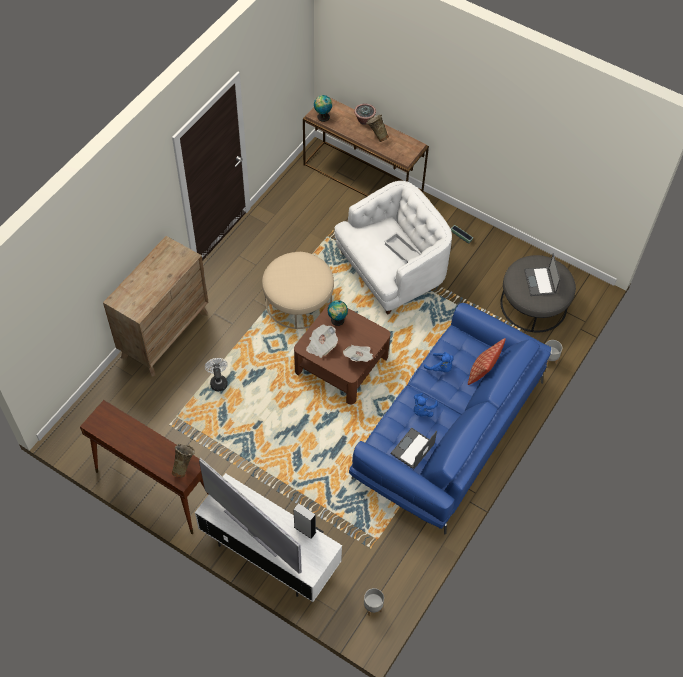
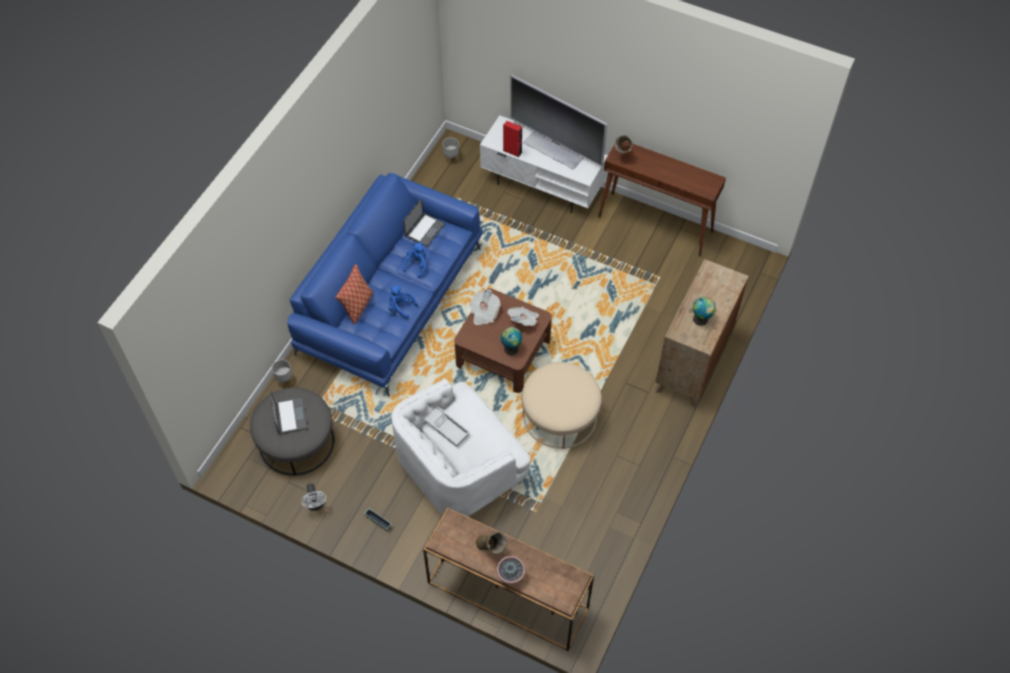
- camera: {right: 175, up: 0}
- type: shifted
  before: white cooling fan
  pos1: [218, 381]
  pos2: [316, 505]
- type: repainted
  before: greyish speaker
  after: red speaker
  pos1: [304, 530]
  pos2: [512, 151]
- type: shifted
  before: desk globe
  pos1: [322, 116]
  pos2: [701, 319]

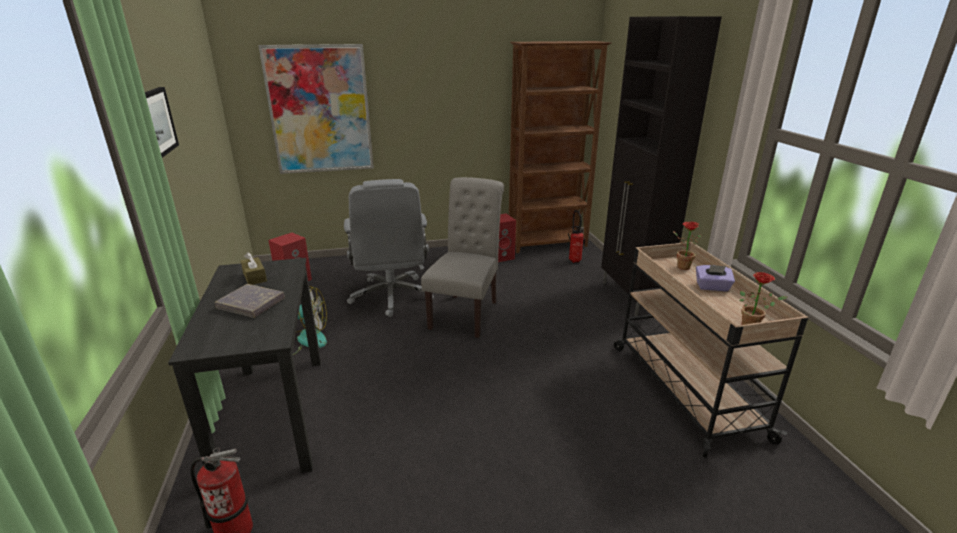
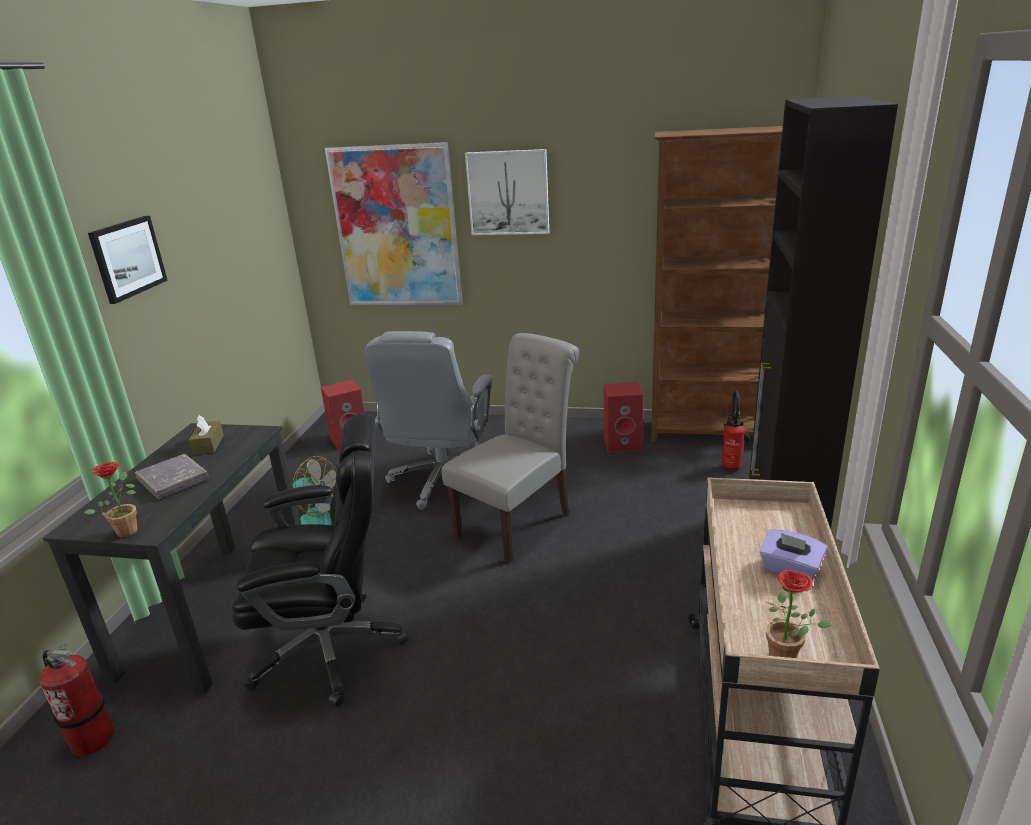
- camera: {right: 25, up: 0}
- type: shifted
  before: potted plant
  pos1: [680, 266]
  pos2: [127, 530]
- type: new
  after: black office chair
  pos2: [332, 647]
- type: new
  after: wall art
  pos2: [508, 193]

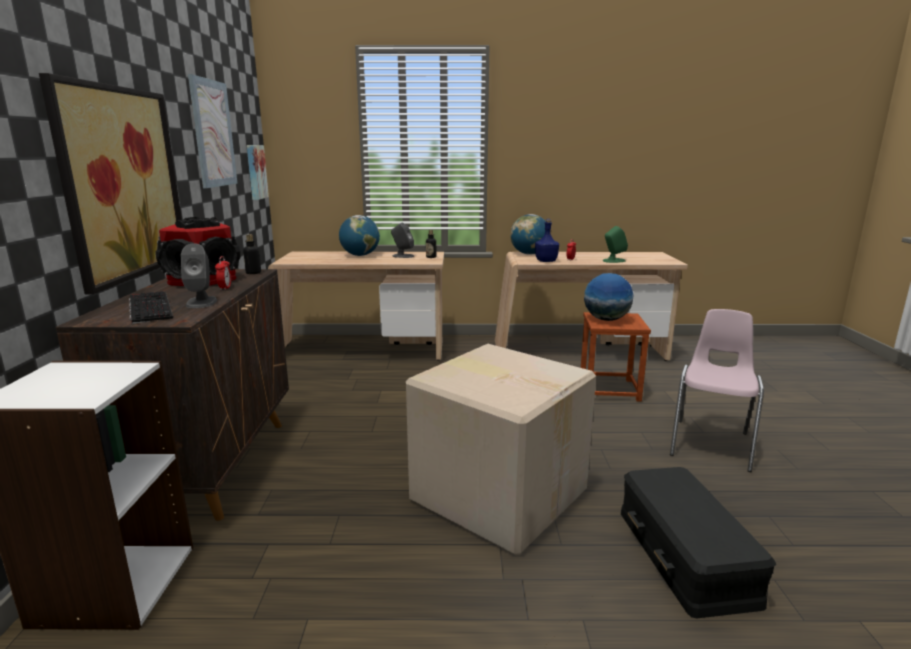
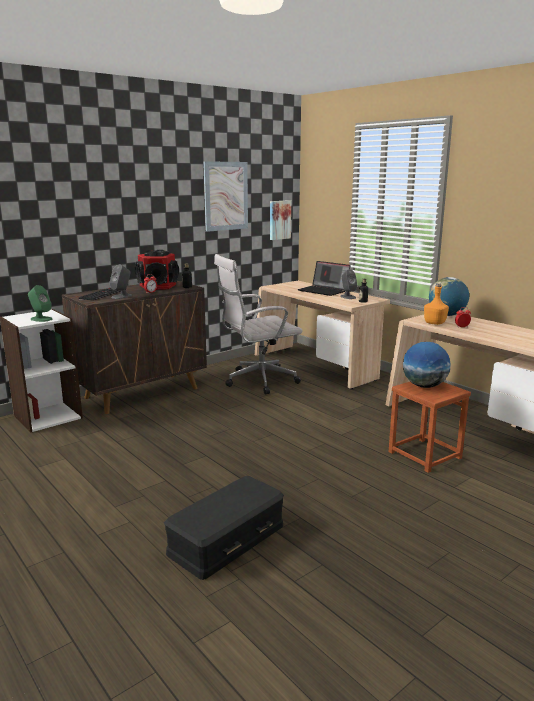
- camera: {right: 50, up: 0}
- type: gone
  before: wall art
  pos1: [122, 183]
- type: swapped
  before: desk globe
  after: portable computer
  pos1: [360, 255]
  pos2: [324, 291]
- type: gone
  before: cardboard box
  pos1: [498, 493]
- type: repainted
  before: bluish drink bottle
  after: orangey drink bottle
  pos1: [546, 261]
  pos2: [434, 323]
- type: shifted
  before: green speaker
  pos1: [613, 261]
  pos2: [41, 319]
- type: gone
  before: pink upright chair
  pos1: [711, 444]
- type: new
  after: white office chair
  pos2: [258, 381]

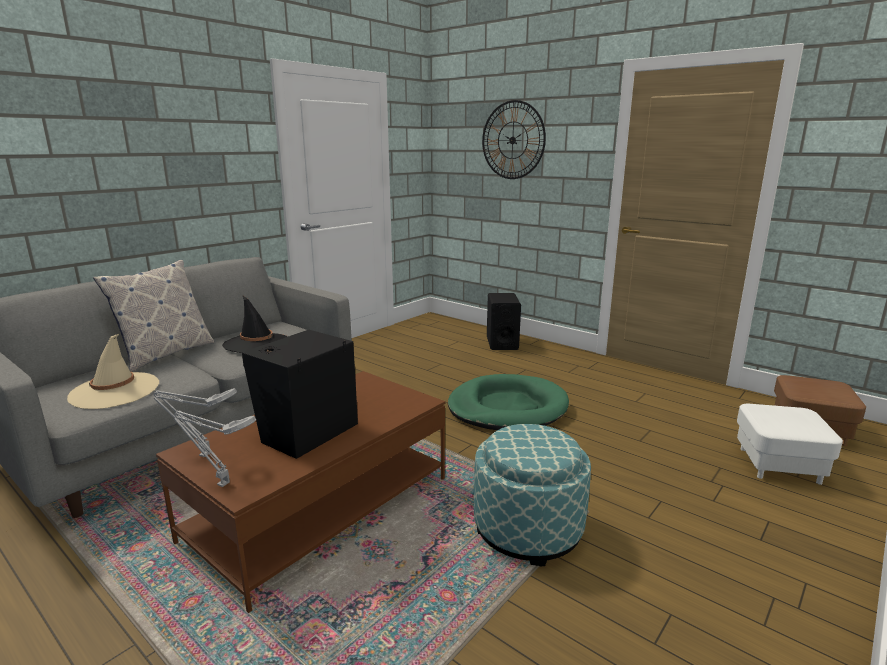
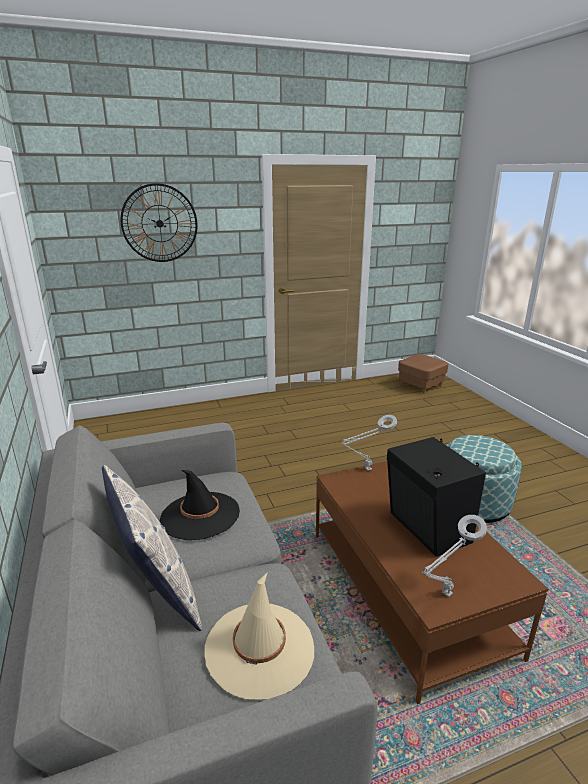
- camera: {right: -60, up: 5}
- type: shifted
  before: greyish table lamp
  pos1: [221, 483]
  pos2: [366, 470]
- type: gone
  before: green dog cushion
  pos1: [507, 408]
- type: gone
  before: black speaker
  pos1: [502, 343]
- type: gone
  before: white pouffe
  pos1: [778, 465]

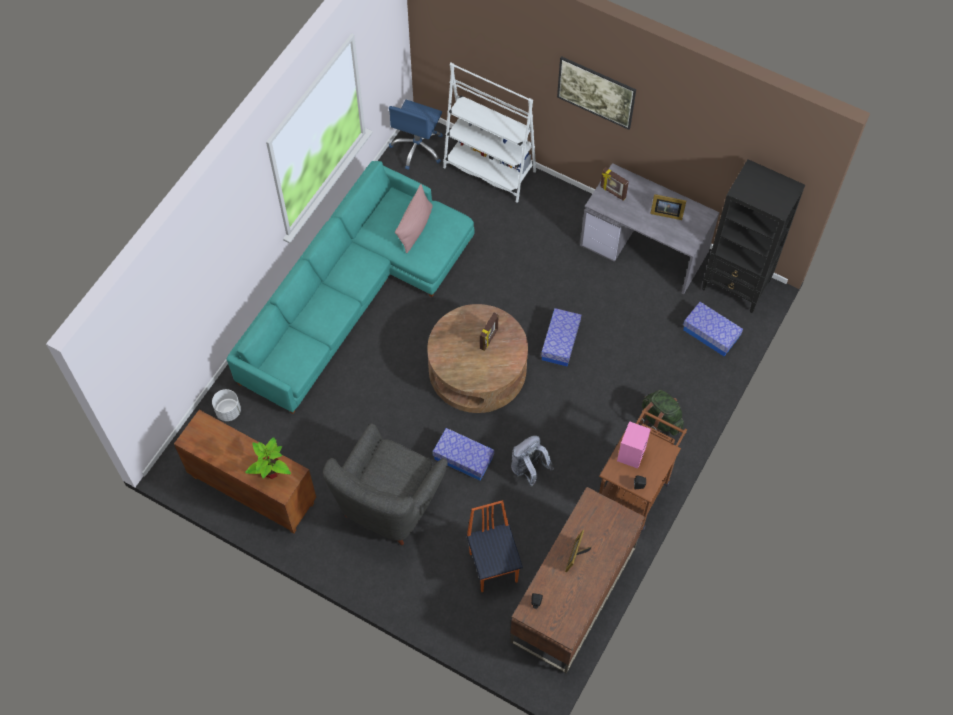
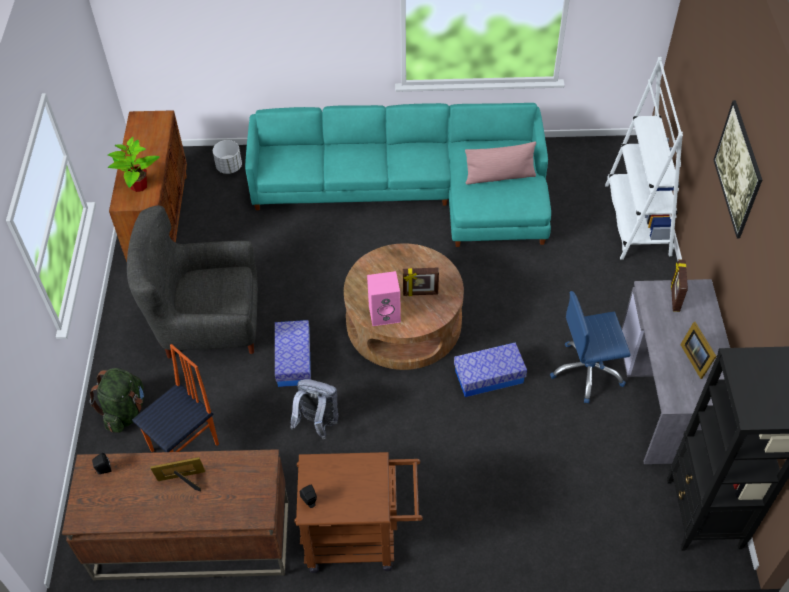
- camera: {right: 60, up: -10}
- type: shifted
  before: bluish office chair
  pos1: [418, 148]
  pos2: [587, 372]
- type: shifted
  before: pink speaker
  pos1: [631, 453]
  pos2: [385, 313]
- type: shifted
  before: green rucksack
  pos1: [659, 420]
  pos2: [125, 411]
- type: gone
  before: storage box
  pos1: [710, 334]

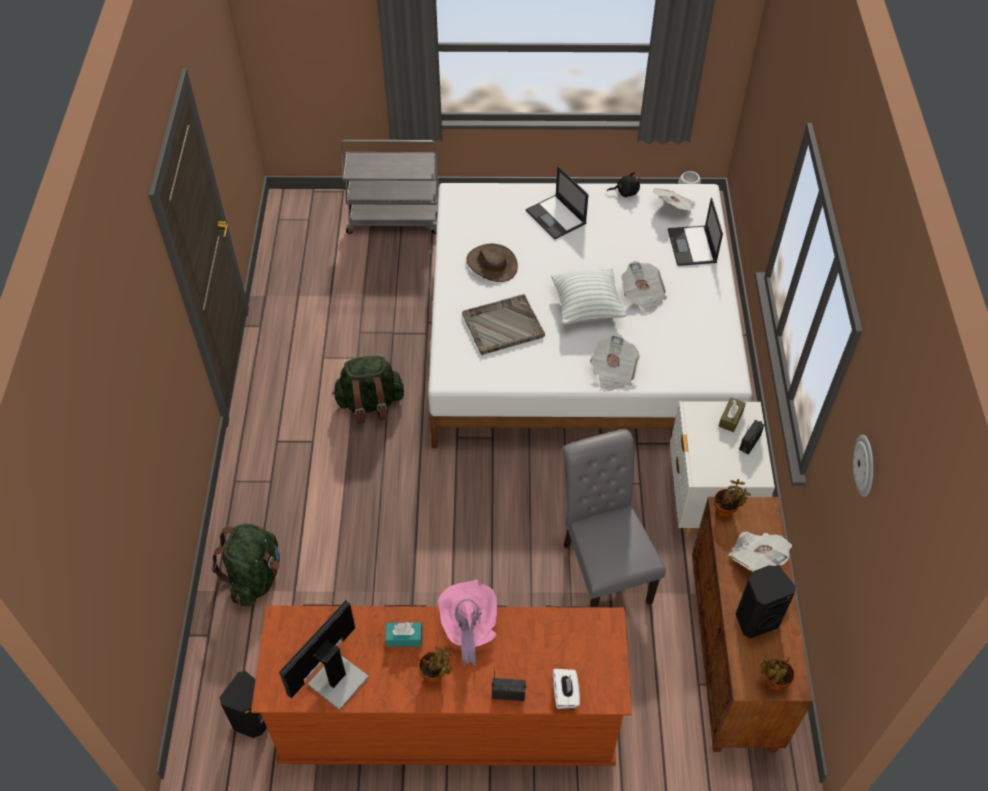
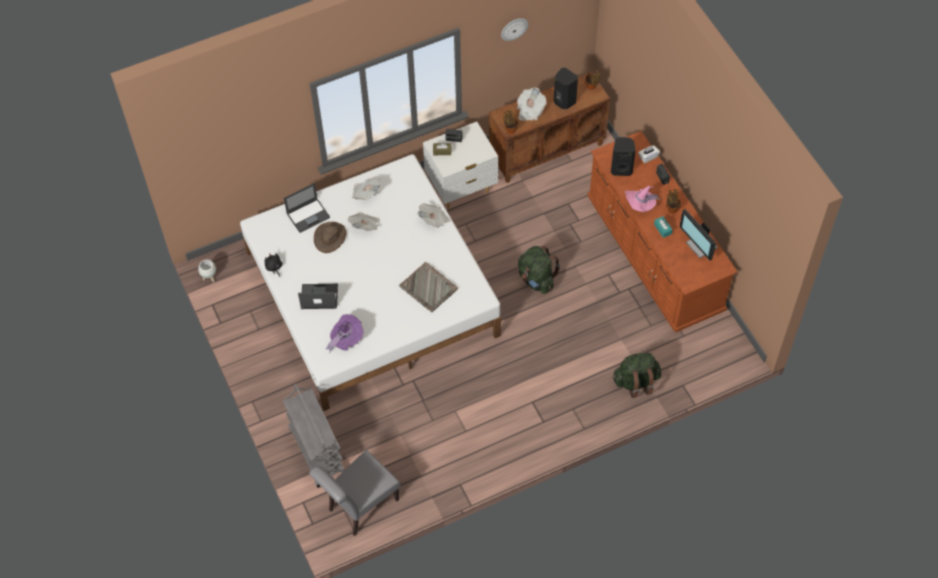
- camera: {right: -115, up: 5}
- type: shifted
  before: black speaker
  pos1: [254, 720]
  pos2: [621, 168]
- type: rotated
  before: computer display
  pos1: [335, 680]
  pos2: [700, 246]
  turn: 45
- type: shifted
  before: green rucksack
  pos1: [370, 404]
  pos2: [536, 279]
- type: shifted
  before: brown hat
  pos1: [492, 264]
  pos2: [330, 237]
- type: rotated
  before: portable computer
  pos1: [556, 217]
  pos2: [318, 296]
  turn: -120
- type: gone
  before: cushion
  pos1: [586, 307]
- type: shifted
  before: greyish upright chair
  pos1: [603, 567]
  pos2: [359, 507]
- type: shifted
  before: newspaper
  pos1: [674, 208]
  pos2: [366, 193]
- type: new
  after: purple-coloured hat
  pos2: [346, 339]

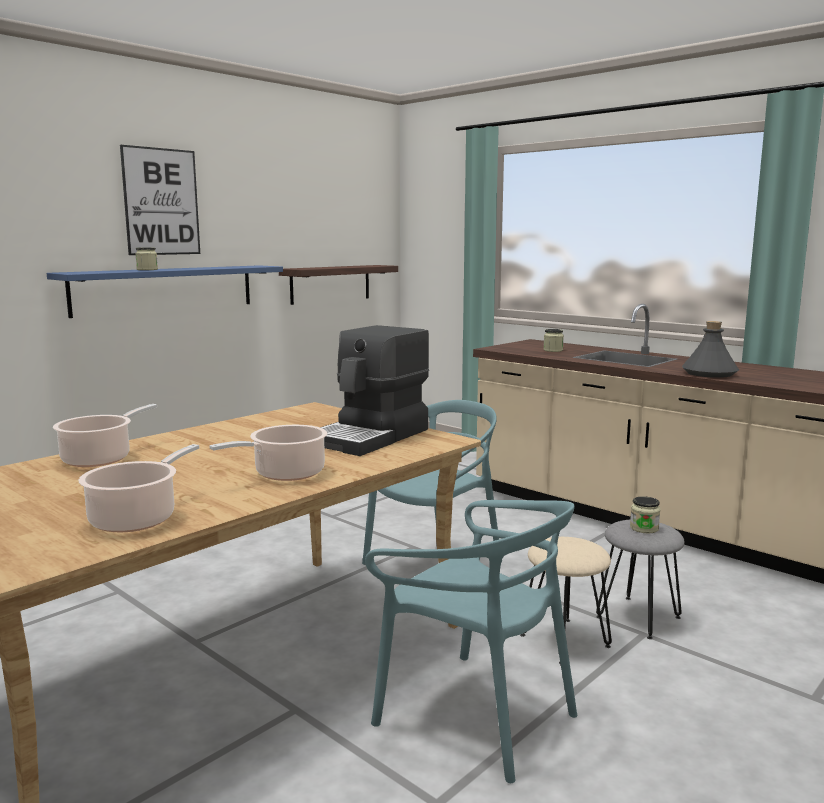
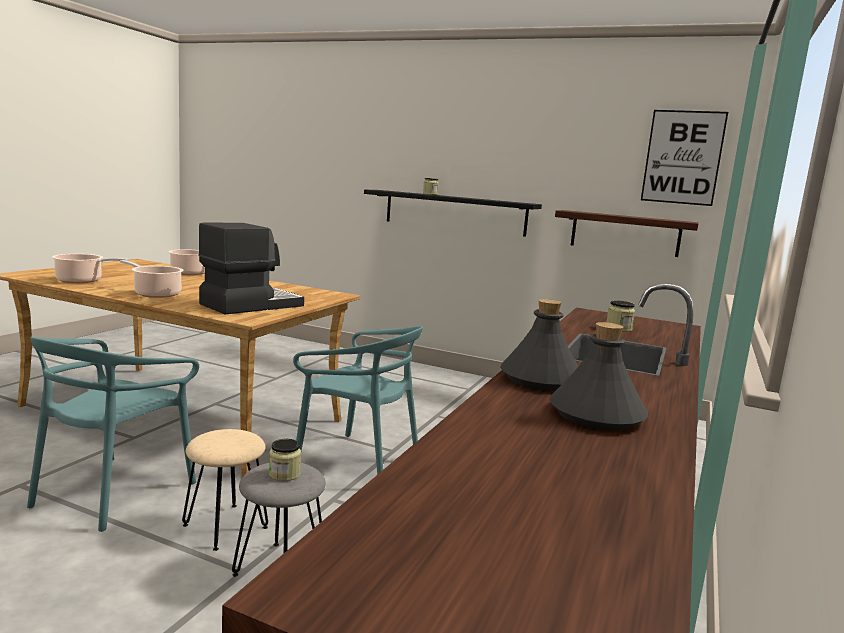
- camera: {right: 70, up: 0}
- type: repainted
  before: bluish wall shelf
  after: black wall shelf
  pos1: [165, 289]
  pos2: [454, 212]
- type: shifted
  before: wall art
  pos1: [161, 202]
  pos2: [683, 157]
- type: rotated
  before: coffee maker
  pos1: [371, 437]
  pos2: [250, 305]
  turn: 120
- type: new
  after: greyish drink bottle
  pos2: [597, 415]

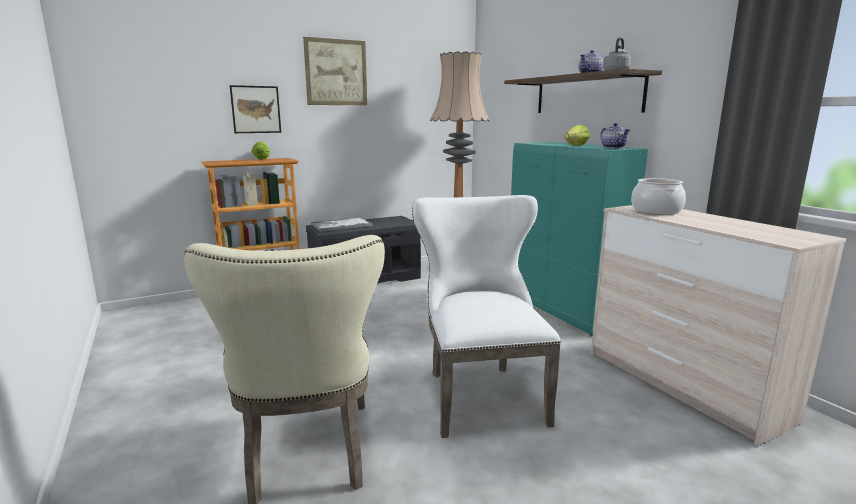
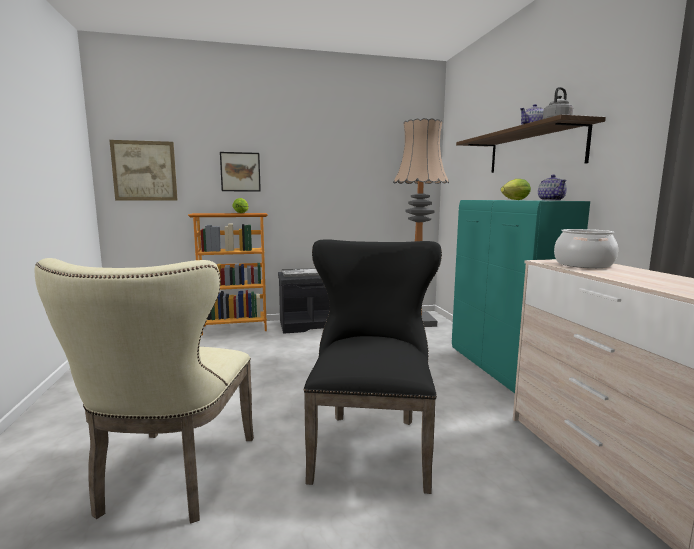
- camera: {right: 15, up: -5}
- type: shifted
  before: wall art
  pos1: [336, 72]
  pos2: [144, 171]
- type: repainted
  before: white upright chair
  after: black upright chair
  pos1: [479, 393]
  pos2: [370, 443]

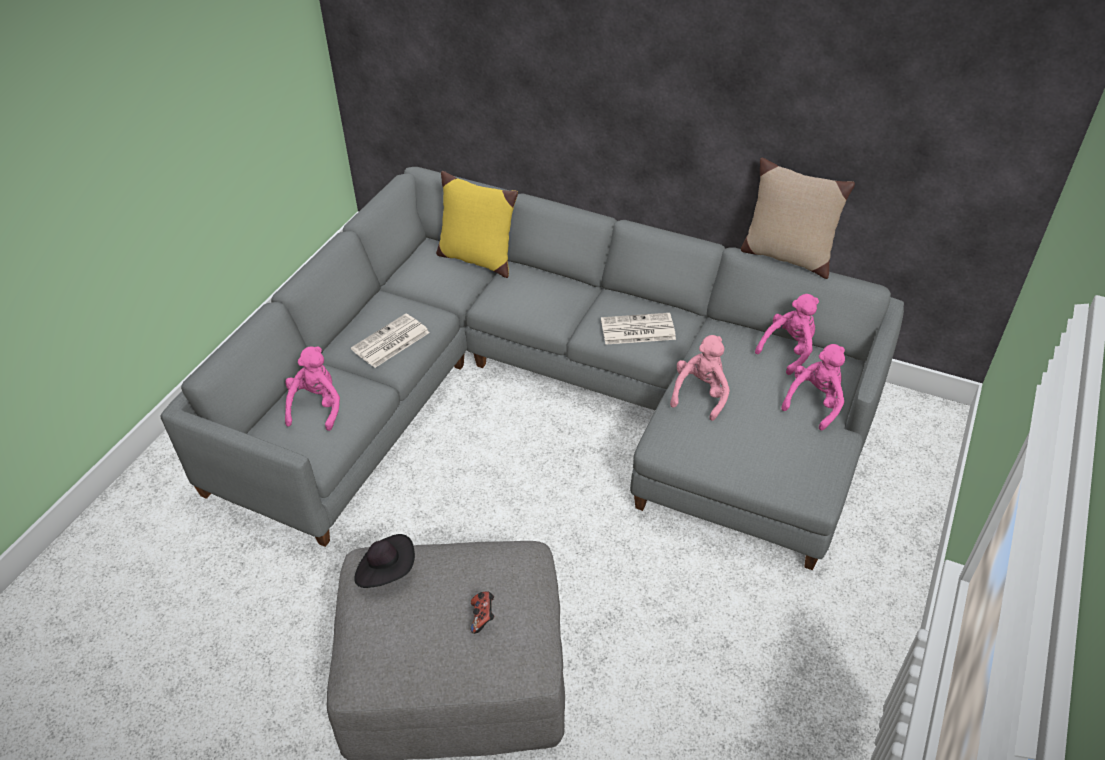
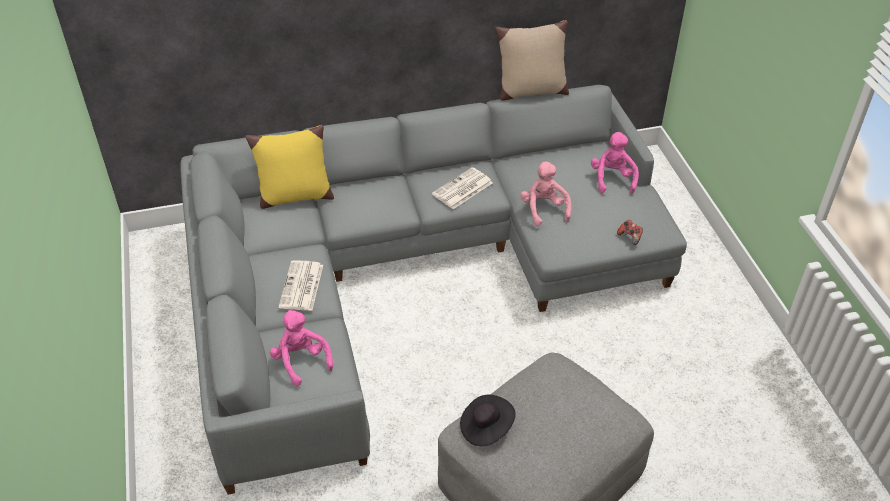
- camera: {right: -40, up: 0}
- type: shifted
  before: gamepad
  pos1: [483, 617]
  pos2: [630, 237]
- type: gone
  before: pink plush toy
  pos1: [789, 350]

